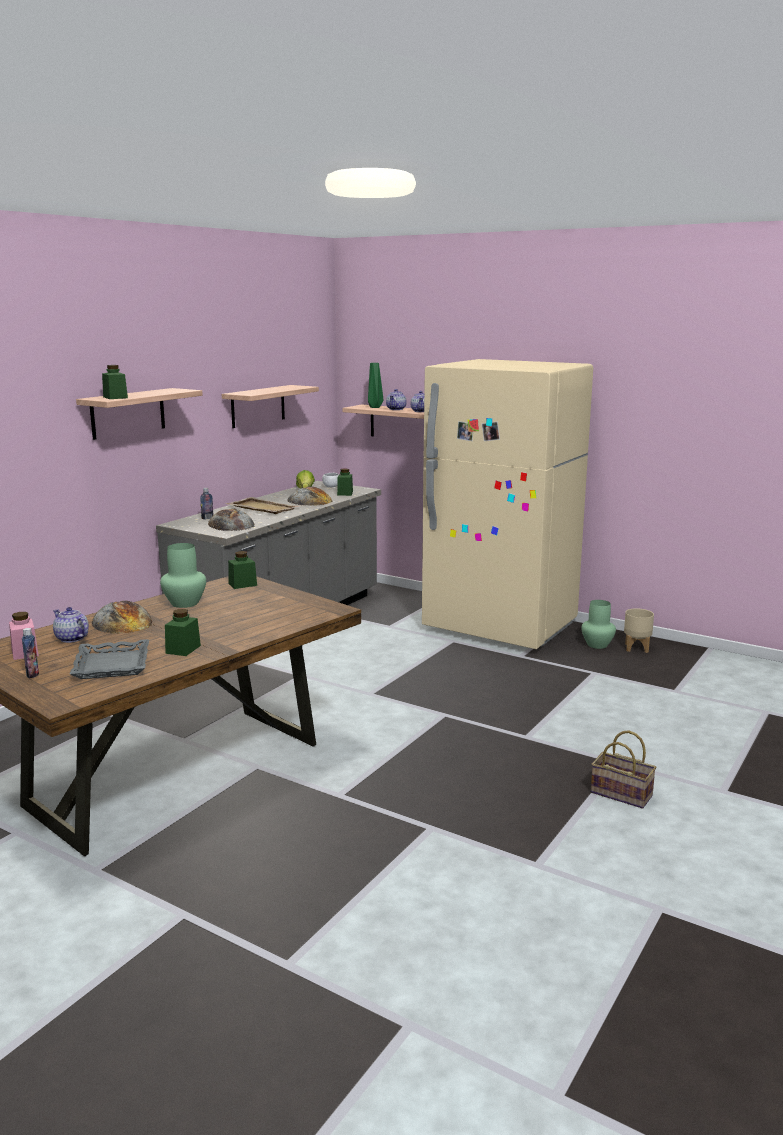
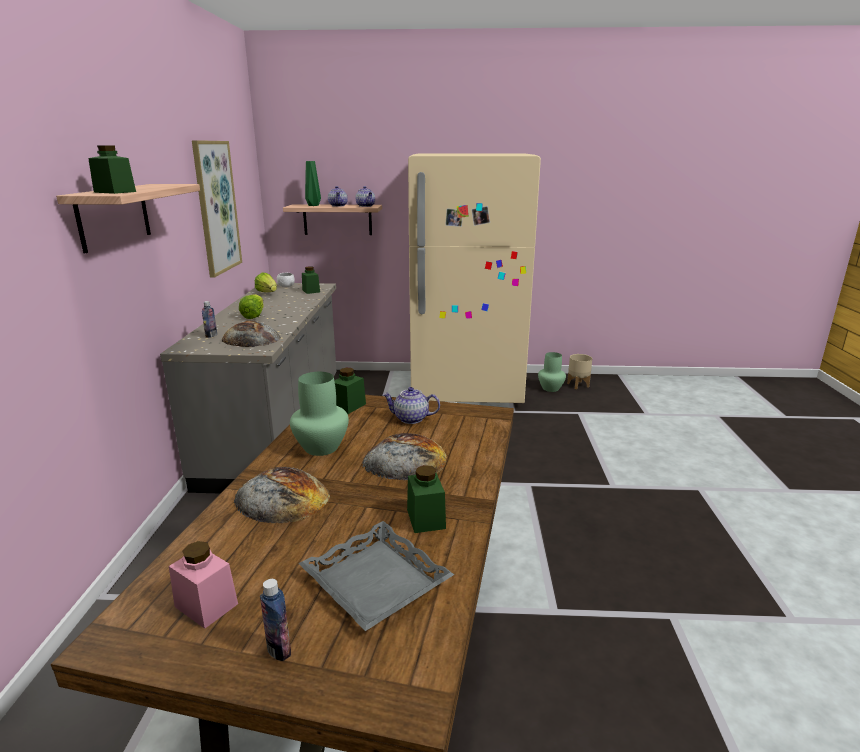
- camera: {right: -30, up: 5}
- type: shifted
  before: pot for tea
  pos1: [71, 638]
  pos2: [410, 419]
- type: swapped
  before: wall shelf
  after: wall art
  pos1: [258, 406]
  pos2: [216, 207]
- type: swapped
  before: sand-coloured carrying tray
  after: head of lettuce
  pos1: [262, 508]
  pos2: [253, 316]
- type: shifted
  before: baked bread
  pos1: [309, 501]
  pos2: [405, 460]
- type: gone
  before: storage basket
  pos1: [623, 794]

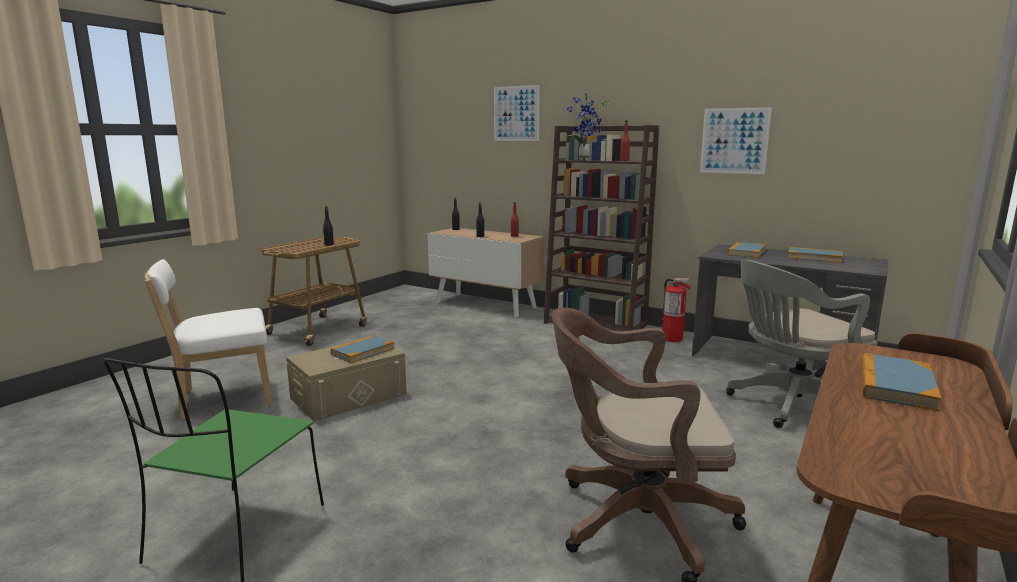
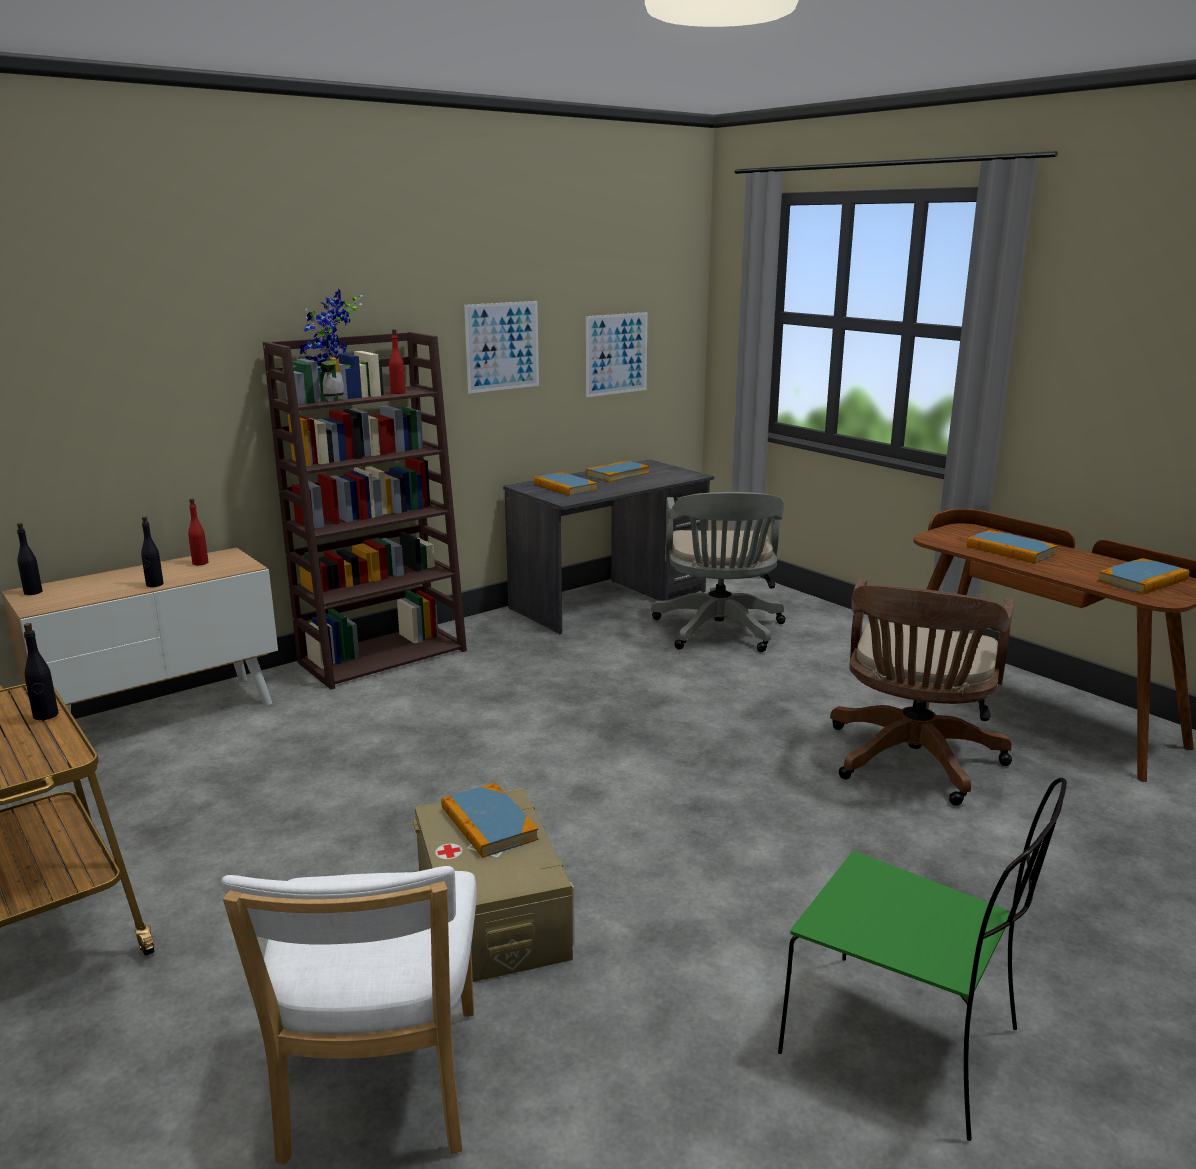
- camera: {right: -70, up: 5}
- type: shifted
  before: wall art
  pos1: [516, 113]
  pos2: [616, 354]
- type: gone
  before: extinguisher
  pos1: [672, 339]
- type: new
  after: volume
  pos2: [1142, 580]

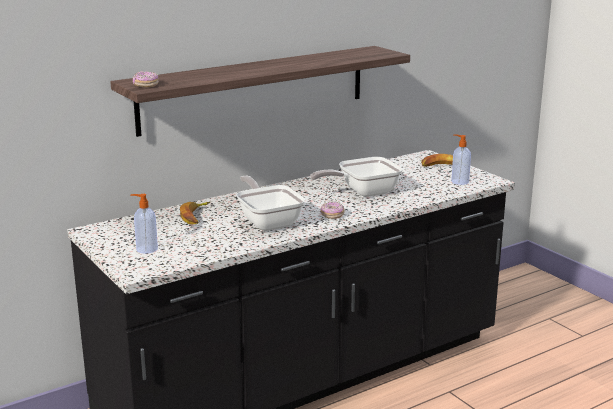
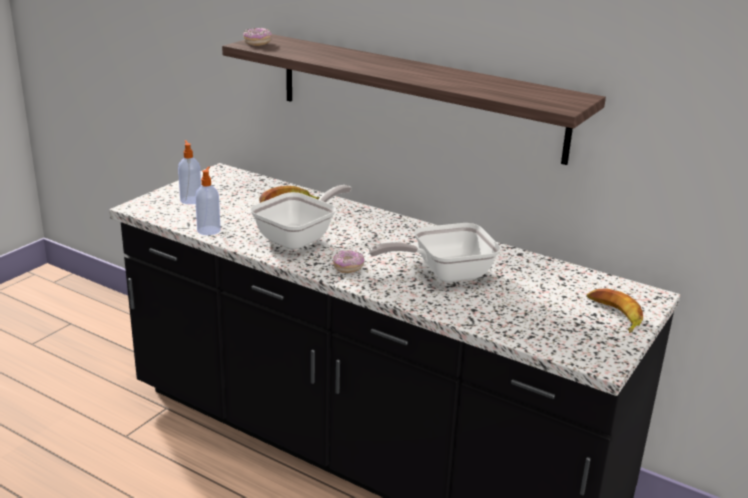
- camera: {right: 65, up: 5}
- type: rotated
  before: skillet
  pos1: [363, 192]
  pos2: [444, 274]
  turn: -60
- type: shifted
  before: liquid soap bottle
  pos1: [459, 181]
  pos2: [209, 230]

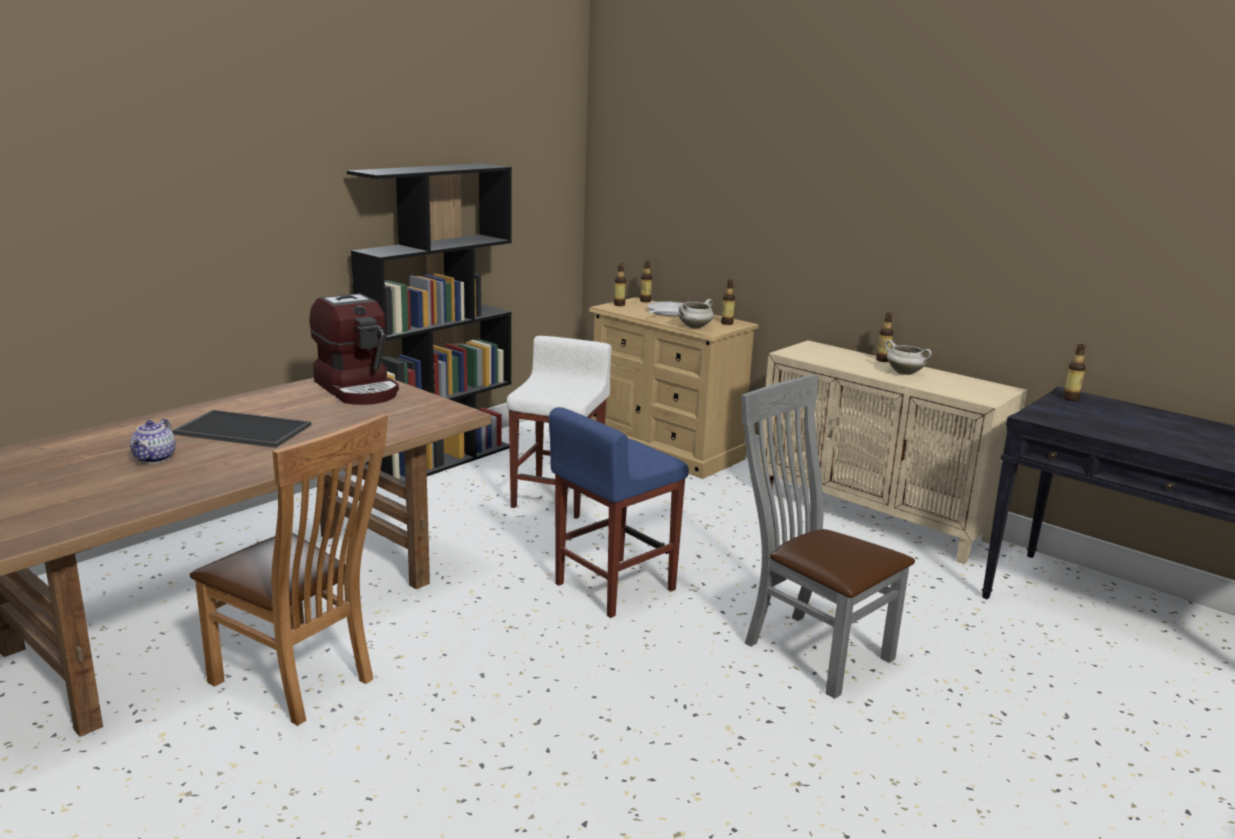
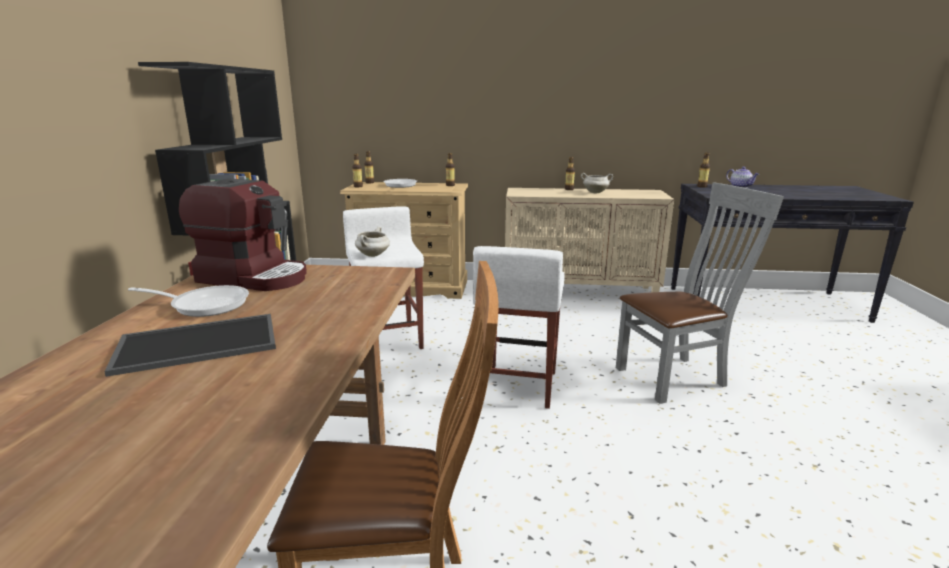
- camera: {right: -35, up: 0}
- type: shifted
  before: pot for tea
  pos1: [155, 458]
  pos2: [740, 187]
- type: repainted
  before: bluish stool seat
  after: white stool seat
  pos1: [613, 587]
  pos2: [517, 386]
- type: shifted
  before: white cooking pot
  pos1: [694, 327]
  pos2: [373, 255]
- type: rotated
  before: greyish upright chair
  pos1: [810, 648]
  pos2: [676, 377]
  turn: 150
- type: new
  after: skillet
  pos2: [205, 305]

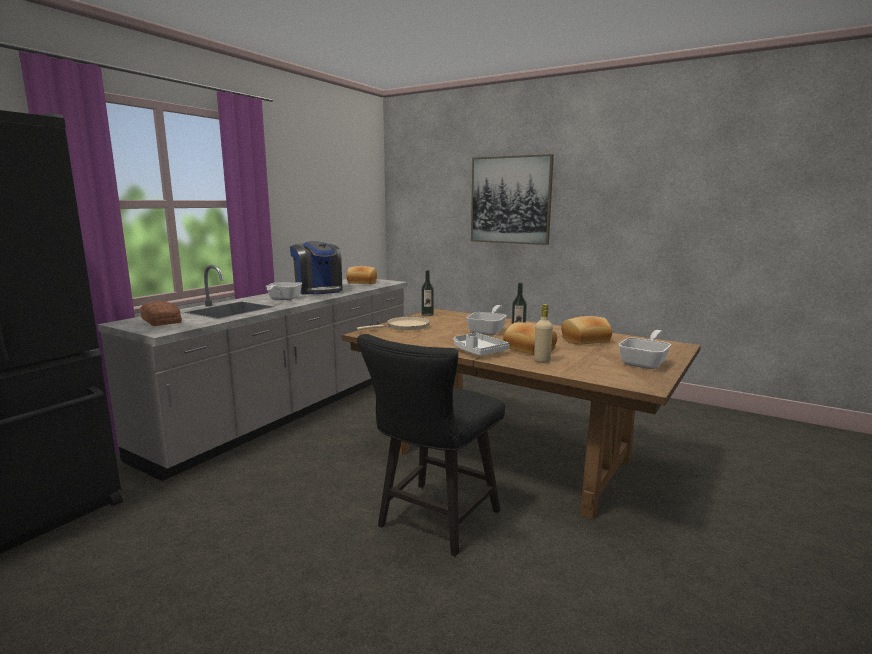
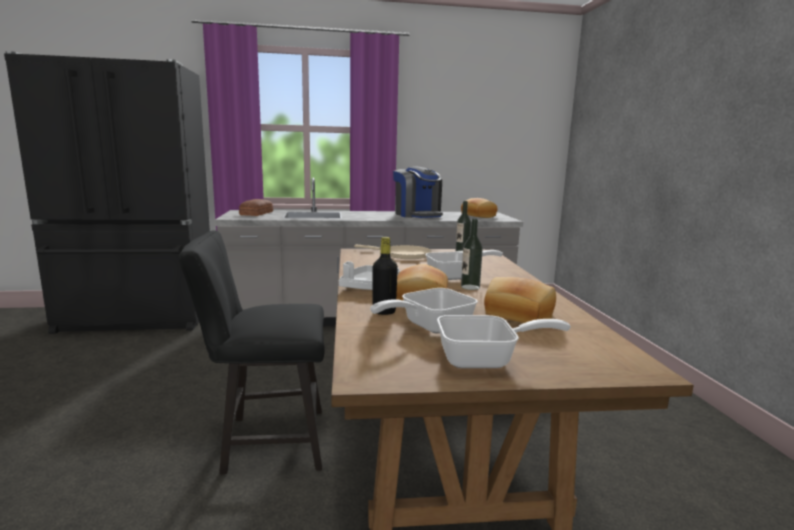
- camera: {right: 50, up: 0}
- type: shifted
  before: skillet
  pos1: [282, 299]
  pos2: [429, 326]
- type: rotated
  before: coffee maker
  pos1: [318, 290]
  pos2: [417, 215]
  turn: -45
- type: gone
  before: wall art
  pos1: [510, 200]
- type: repainted
  before: sand-coloured drink bottle
  after: black drink bottle
  pos1: [542, 361]
  pos2: [384, 312]

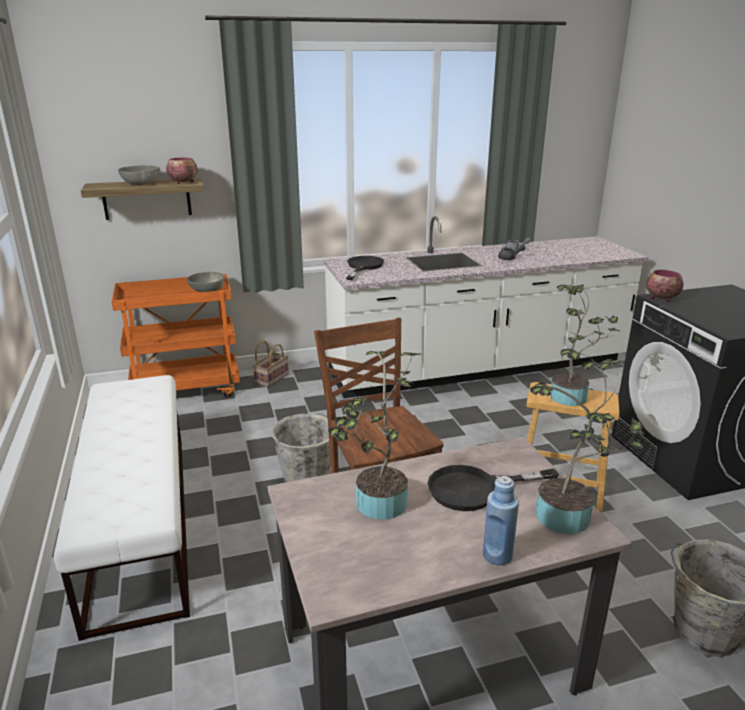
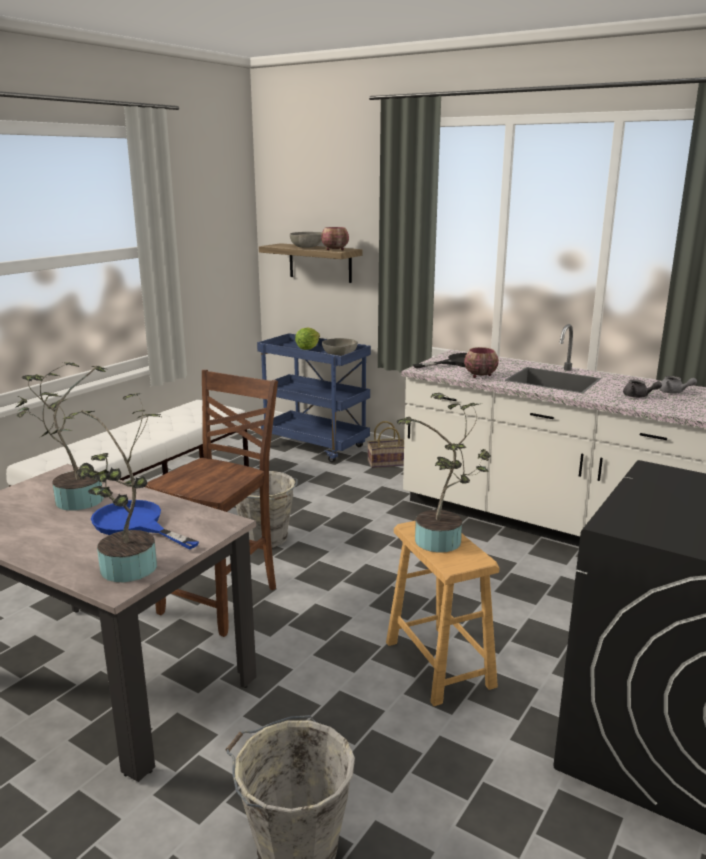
- camera: {right: 50, up: -5}
- type: repainted
  before: orangey cart
  after: bluish cart
  pos1: [187, 390]
  pos2: [316, 446]
- type: repainted
  before: black skillet
  after: bluish skillet
  pos1: [475, 489]
  pos2: [135, 525]
- type: gone
  before: bluish drink bottle
  pos1: [497, 555]
- type: shifted
  before: bowl
  pos1: [661, 298]
  pos2: [479, 375]
- type: new
  after: head of lettuce
  pos2: [308, 348]

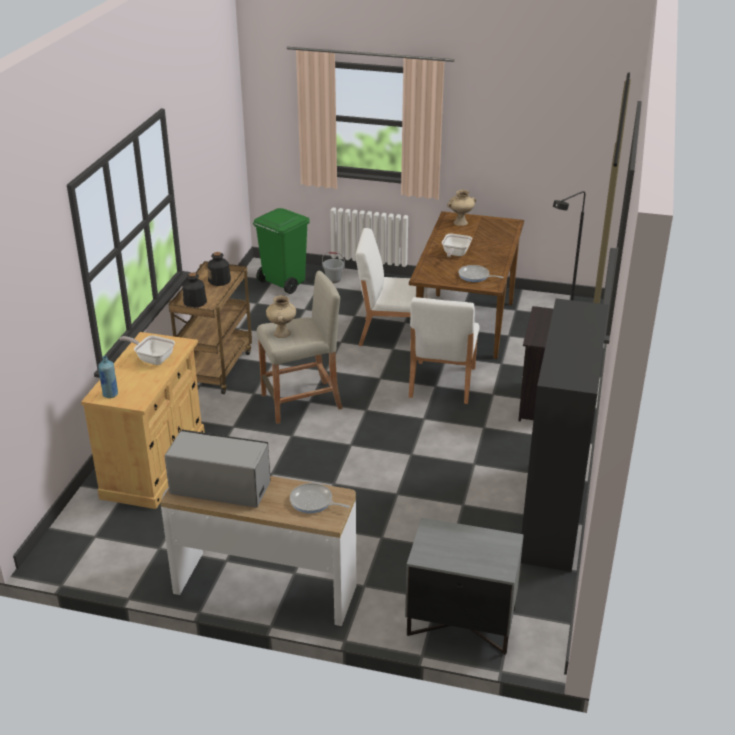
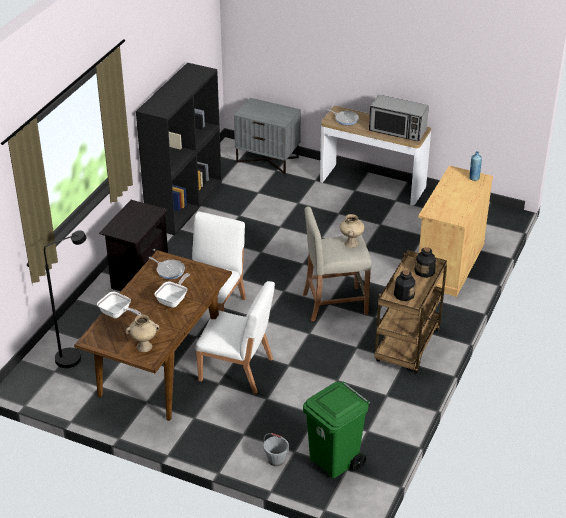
- camera: {right: -170, up: 5}
- type: shifted
  before: skillet
  pos1: [152, 358]
  pos2: [117, 314]

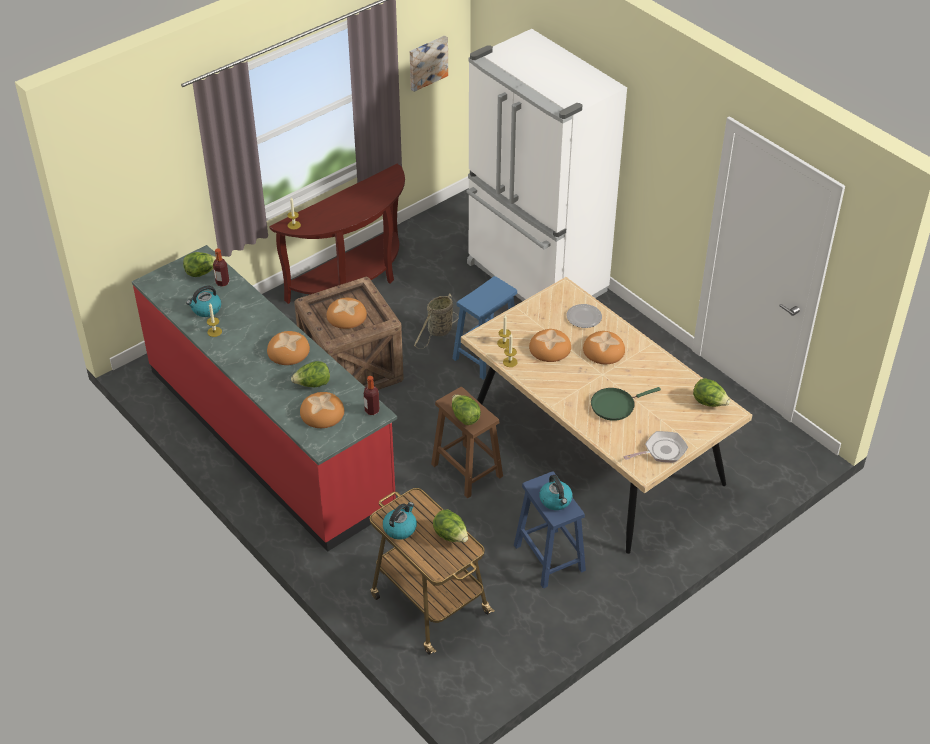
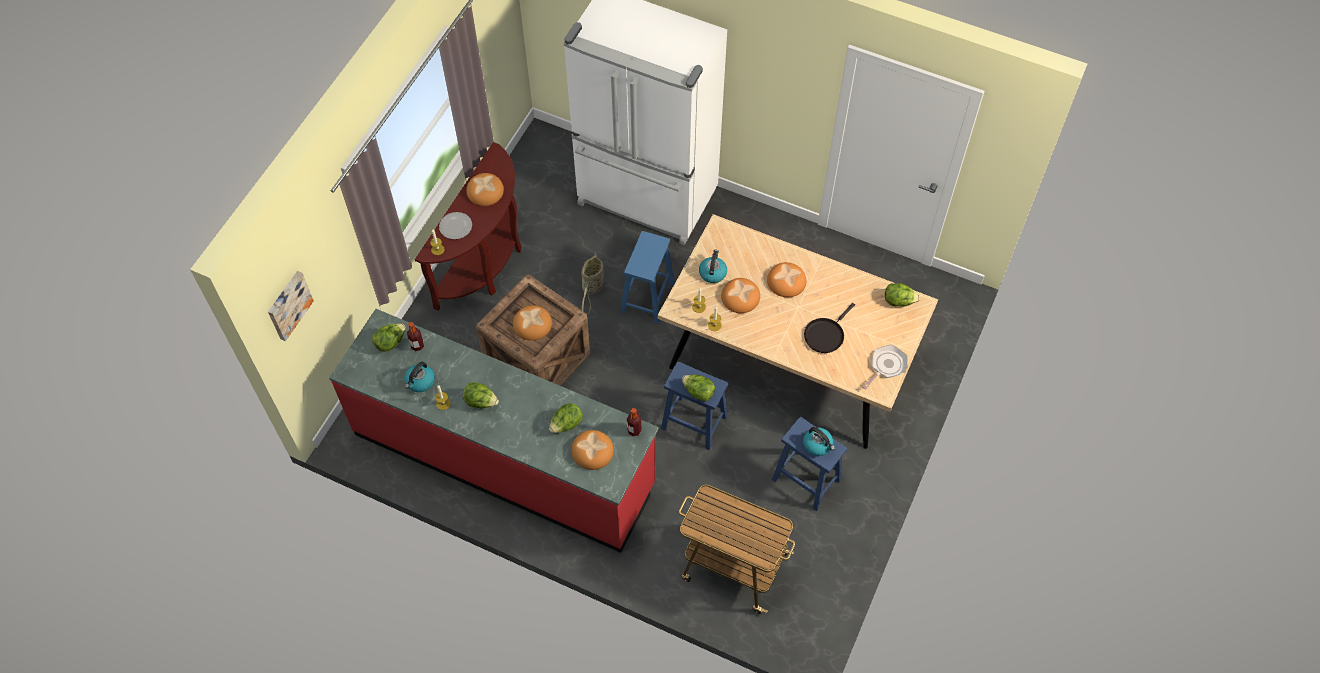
- camera: {right: -25, up: 15}
- type: shifted
  before: baked bread
  pos1: [288, 350]
  pos2: [485, 191]
- type: shifted
  before: tea kettle
  pos1: [400, 528]
  pos2: [712, 272]
- type: shifted
  before: wall art
  pos1: [427, 62]
  pos2: [288, 305]
- type: repainted
  before: brown stool seat
  after: bluish stool seat
  pos1: [466, 470]
  pos2: [693, 422]
- type: shifted
  before: head of lettuce
  pos1: [451, 536]
  pos2: [481, 401]
- type: shifted
  before: dinner plate
  pos1: [584, 317]
  pos2: [456, 226]
- type: repainted
  before: green skillet
  after: black skillet
  pos1: [615, 405]
  pos2: [825, 335]

